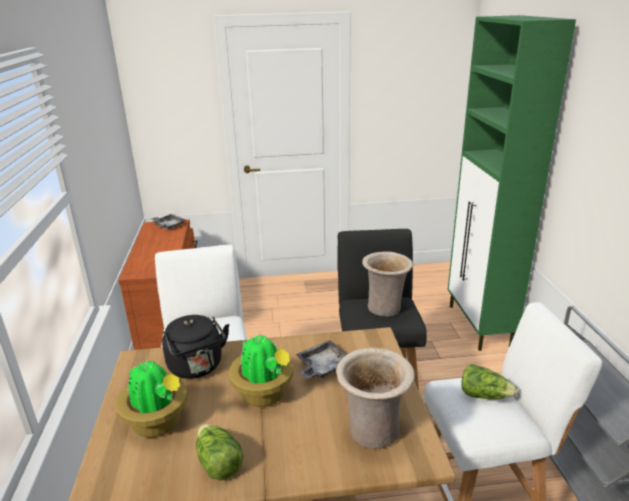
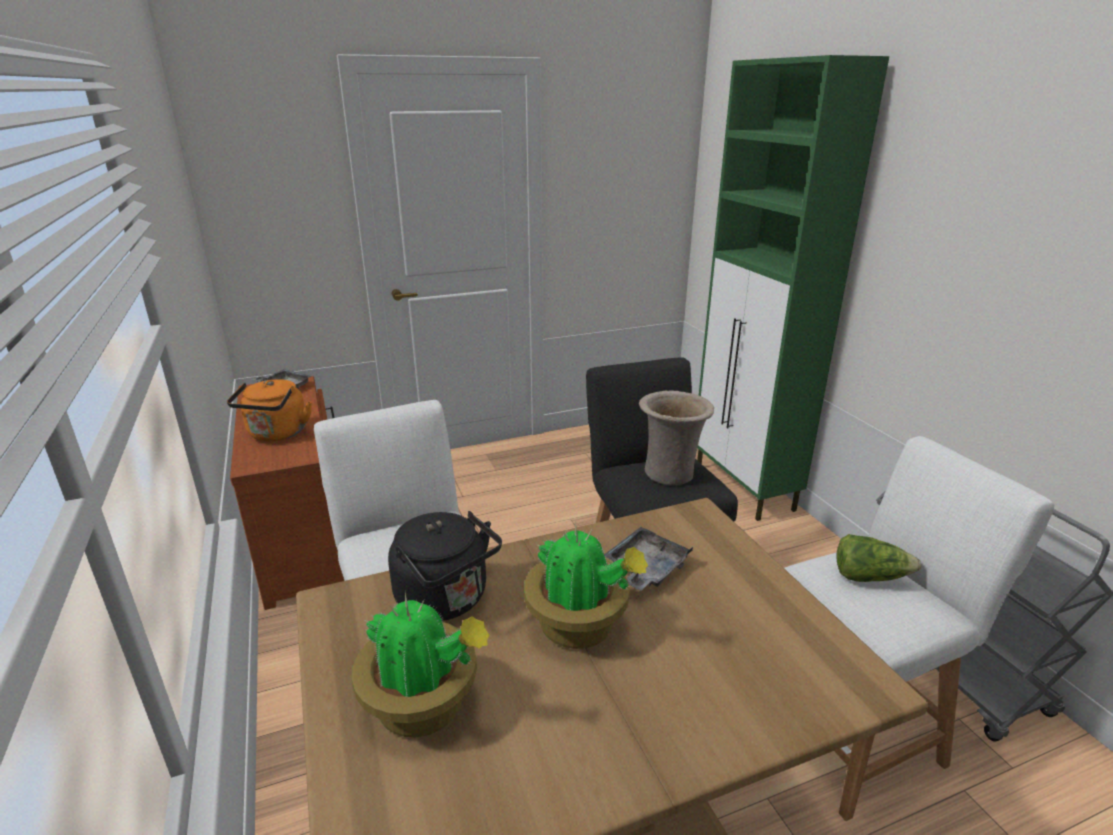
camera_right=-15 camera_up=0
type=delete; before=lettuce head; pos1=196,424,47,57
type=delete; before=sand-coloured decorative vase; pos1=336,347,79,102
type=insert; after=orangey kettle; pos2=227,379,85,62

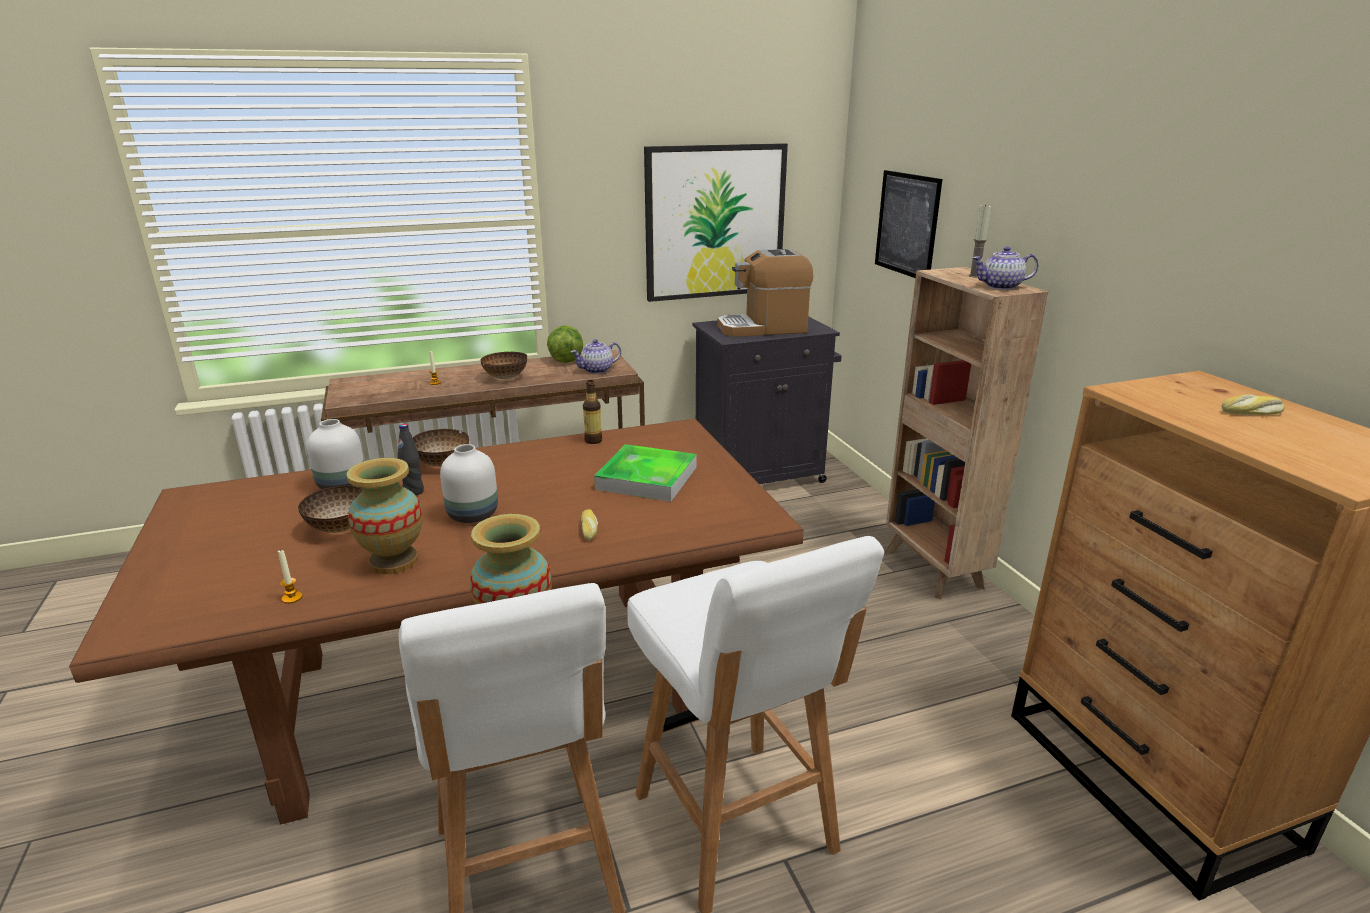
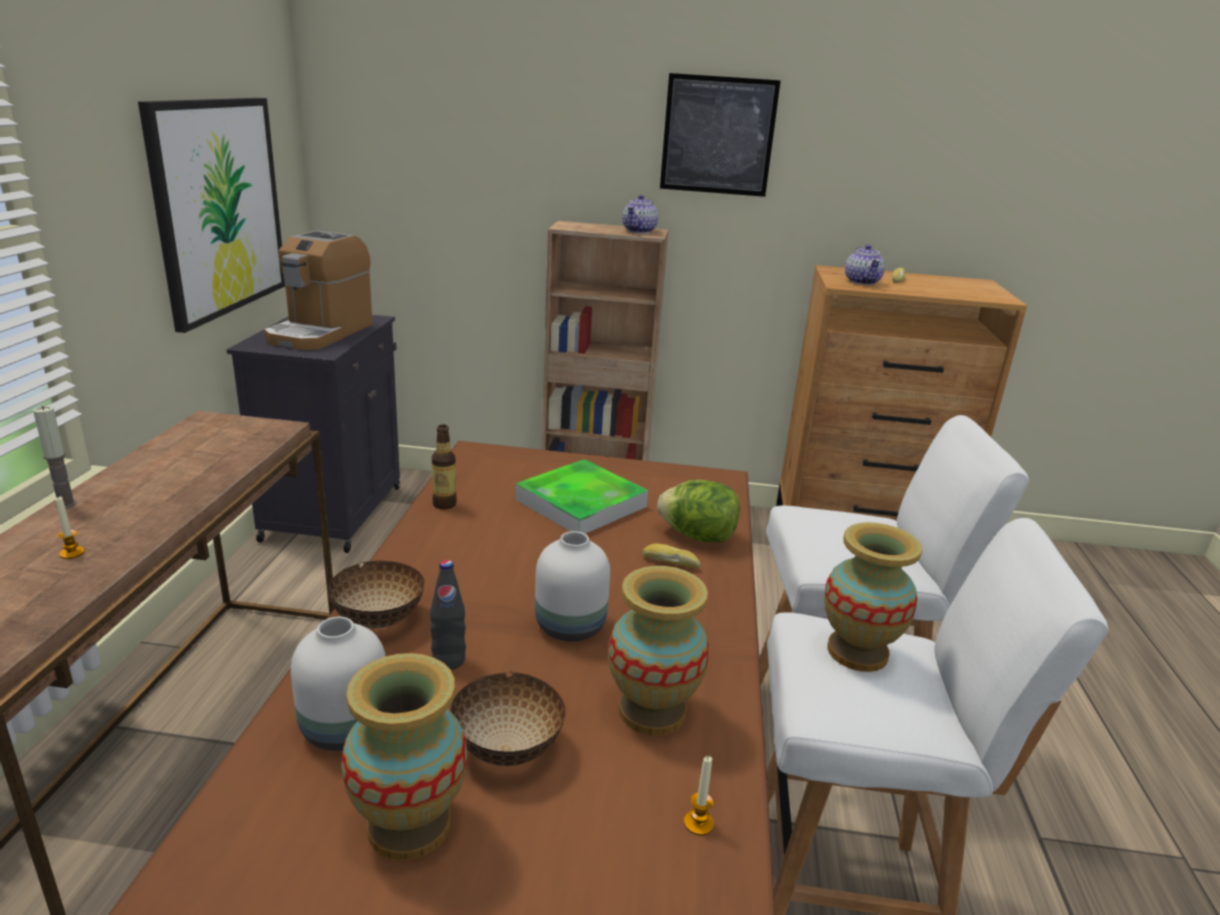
camera_right=-65 camera_up=0
type=delete; before=serving bowl; pos1=480,352,47,27
type=insert; after=decorative vase; pos2=341,653,126,208
type=move; before=lettuce head; pos1=547,325,36,38; pos2=657,480,83,62
type=move; before=tea pot; pos1=571,339,50,35; pos2=845,244,40,41
type=move; before=wall art; pos1=875,170,67,108; pos2=660,73,121,124
type=move; before=wax light; pos1=969,204,22,74; pos2=33,406,44,102

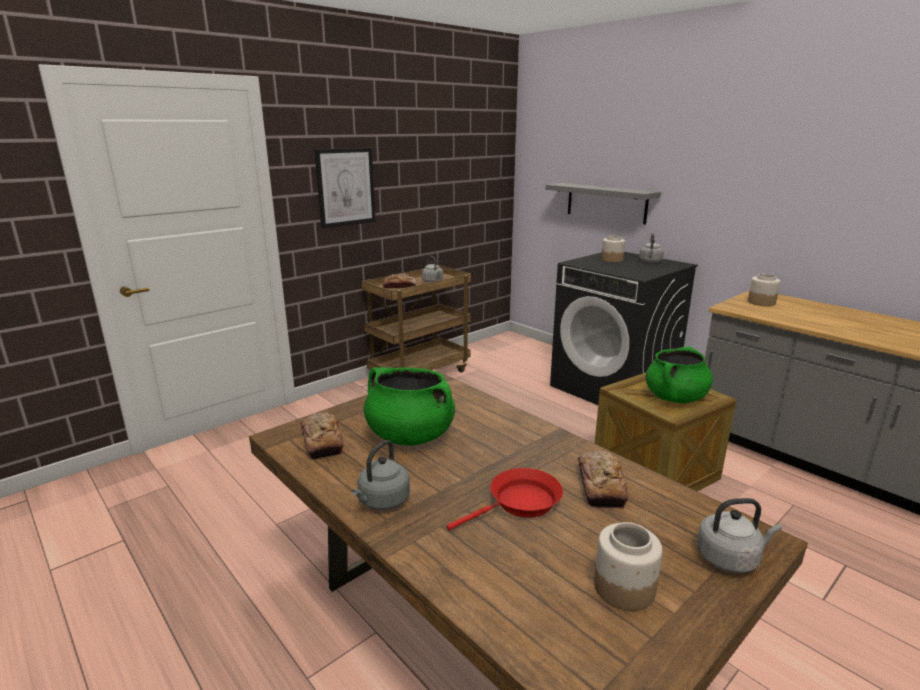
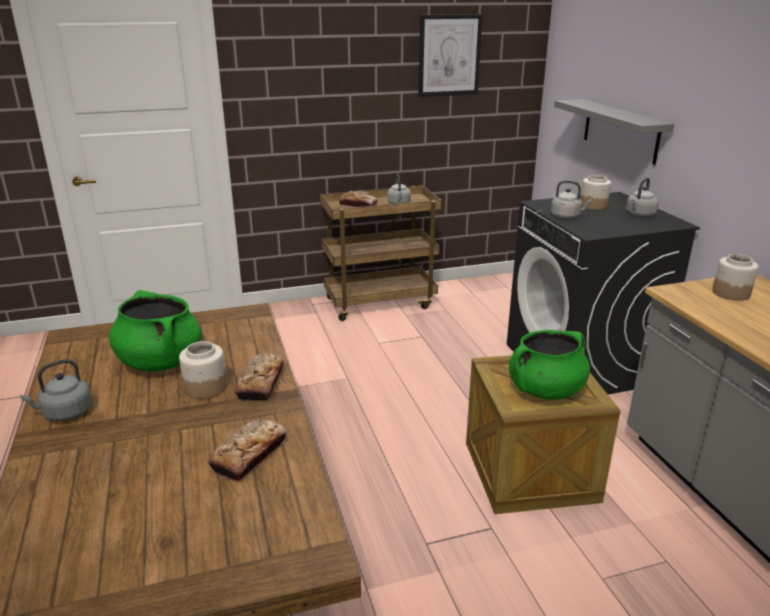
camera_right=25 camera_up=5
type=delete; before=red-coloured pan; pos1=446,468,117,62
type=move; before=baked bread; pos1=301,413,42,47; pos2=235,353,49,49
type=move; before=wall art; pos1=315,148,61,81; pos2=418,14,65,83
type=move; before=storage jar; pos1=594,522,69,89; pos2=179,341,48,58
type=move; before=grey kettle; pos1=697,498,85,75; pos2=551,180,41,39

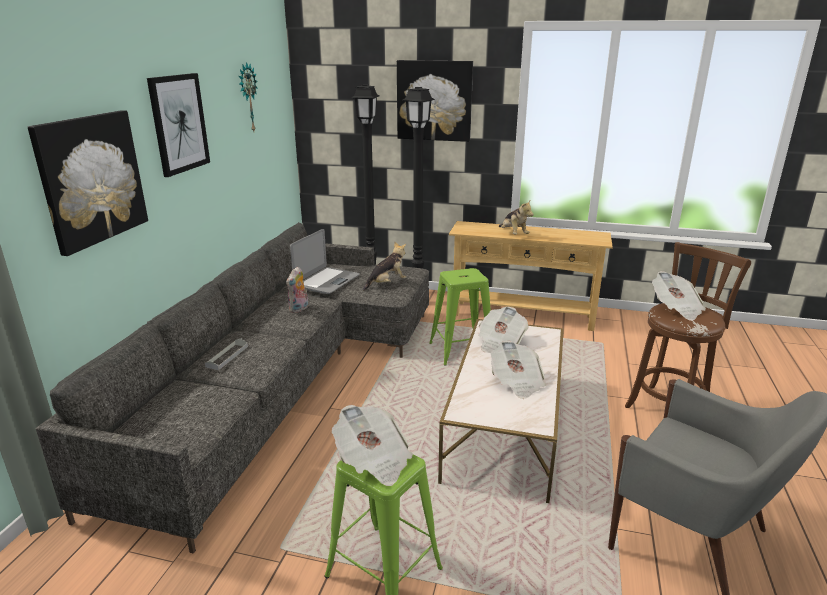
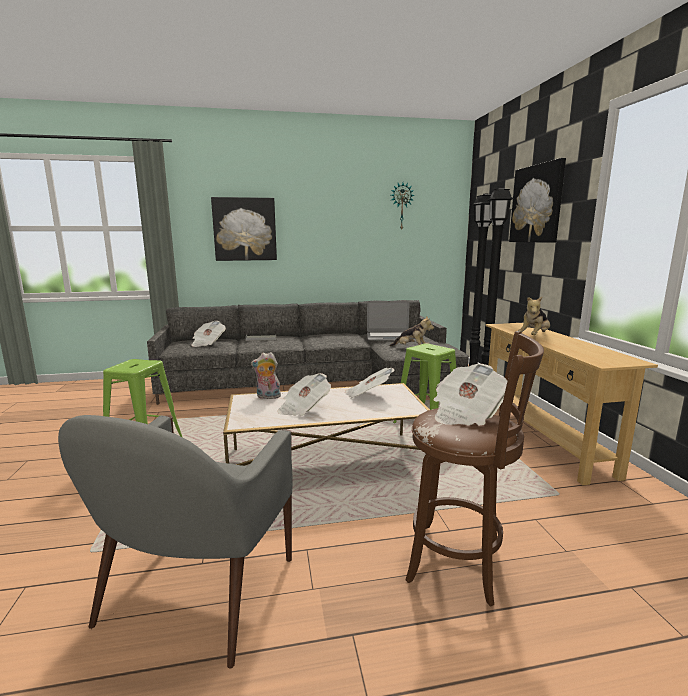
camera_right=65 camera_up=-10
type=delete; before=wall art; pos1=147,73,63,104
type=move; before=soft toy; pos1=286,266,22,47; pos2=251,352,30,47
type=move; before=newspaper; pos1=332,405,81,81; pos2=191,321,35,26

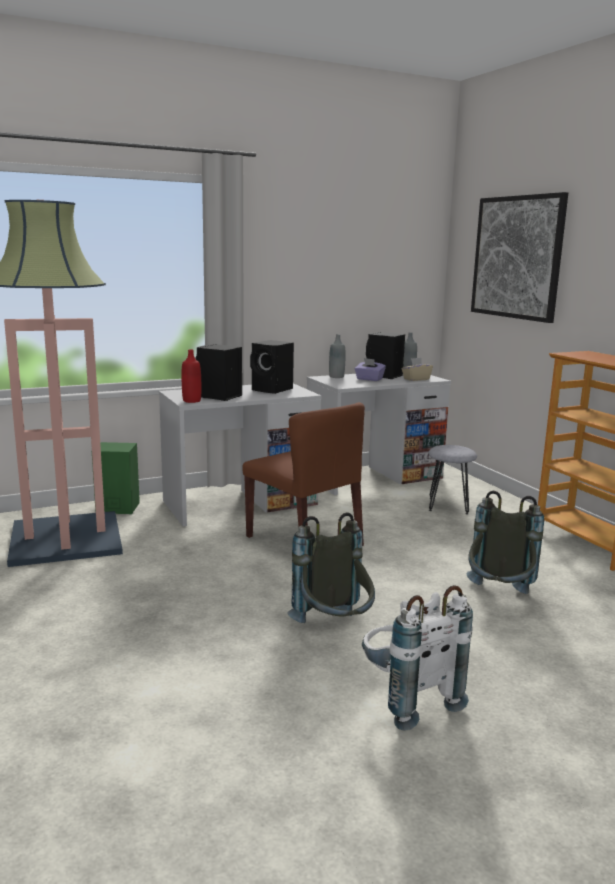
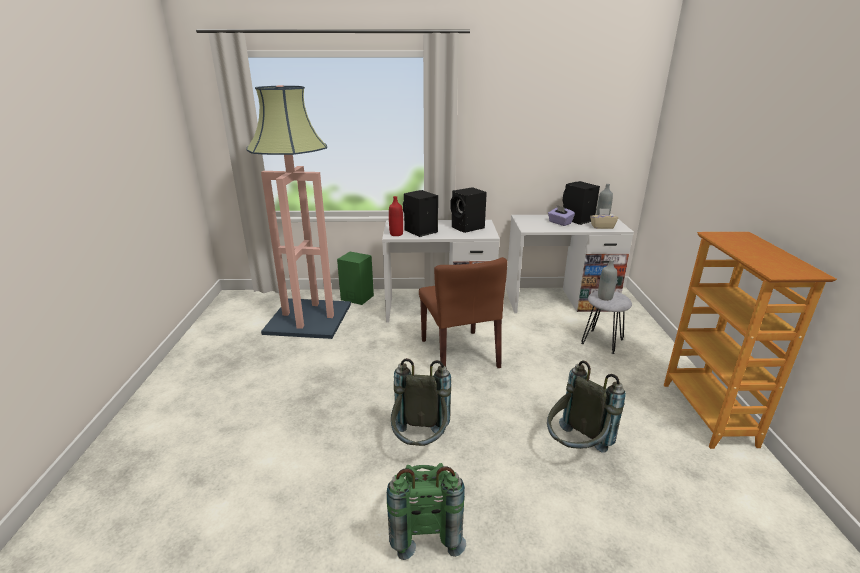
camera_right=25 camera_up=10
type=delete; before=wall art; pos1=471,192,97,131
type=move; before=grey bottle; pos1=329,334,16,44; pos2=598,259,19,42
type=recolor; before=white-coloured knapsack; after=green-coloured knapsack; pos1=362,585,111,146; pos2=387,463,79,97

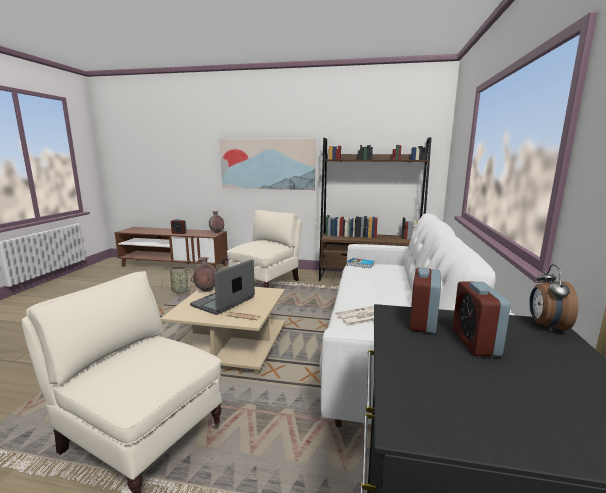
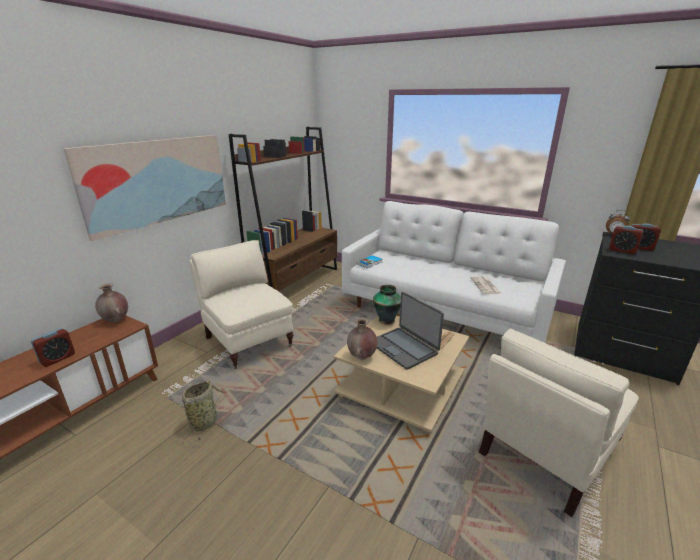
camera_right=-70 camera_up=10
type=insert; after=decorative vase; pos2=373,285,28,40

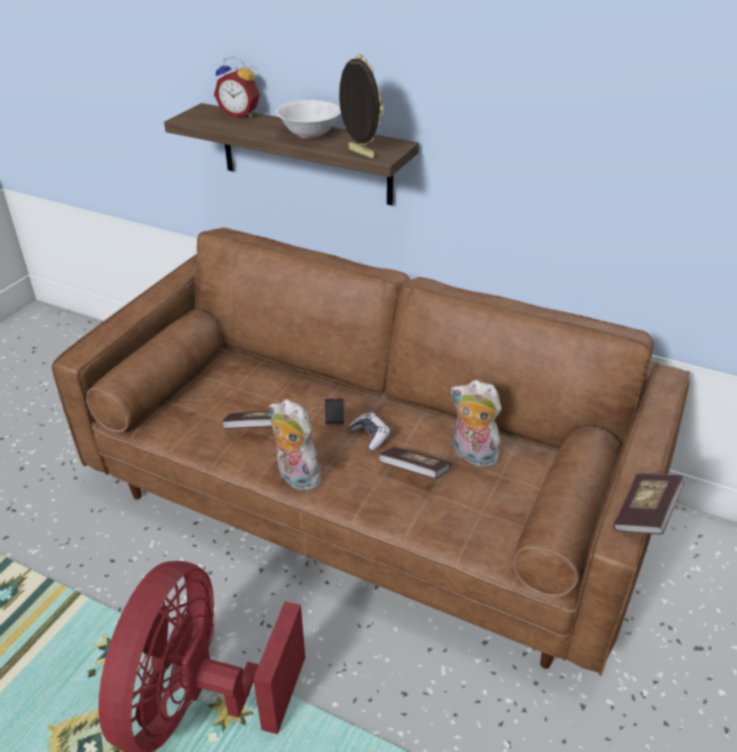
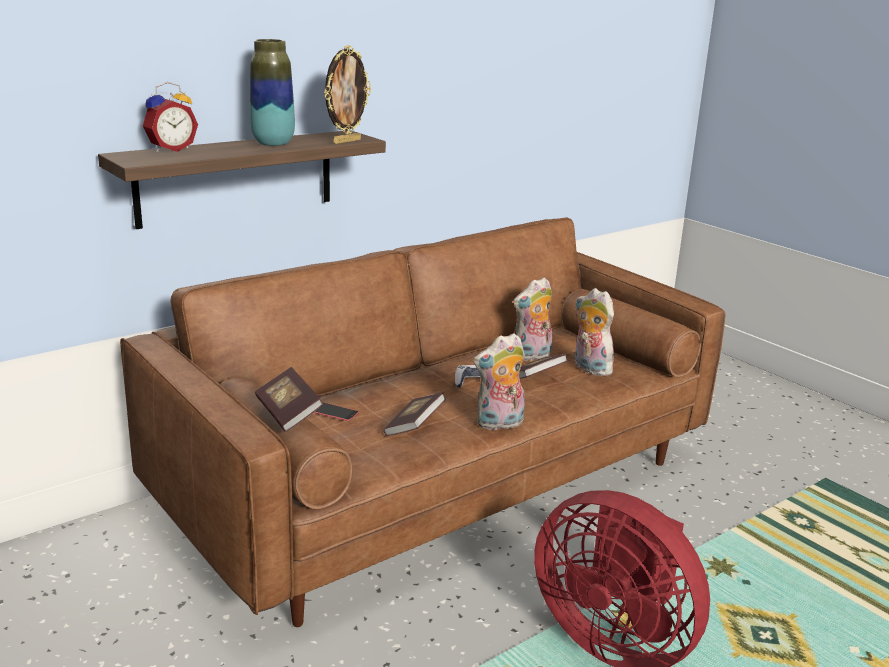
camera_right=-65 camera_up=-15
type=insert; after=soft toy; pos2=575,288,42,88
type=move; before=handset; pos1=324,398,21,28; pos2=314,402,45,19
type=move; before=volume; pos1=613,474,71,60; pos2=255,367,68,65
type=replace; before=white-coloured serving bowl; after=decorative vase; pos1=276,100,65,39; pos2=250,39,45,107
type=rotate; before=photo frame; pos1=339,54,45,104; pos2=324,45,47,99; turn=150

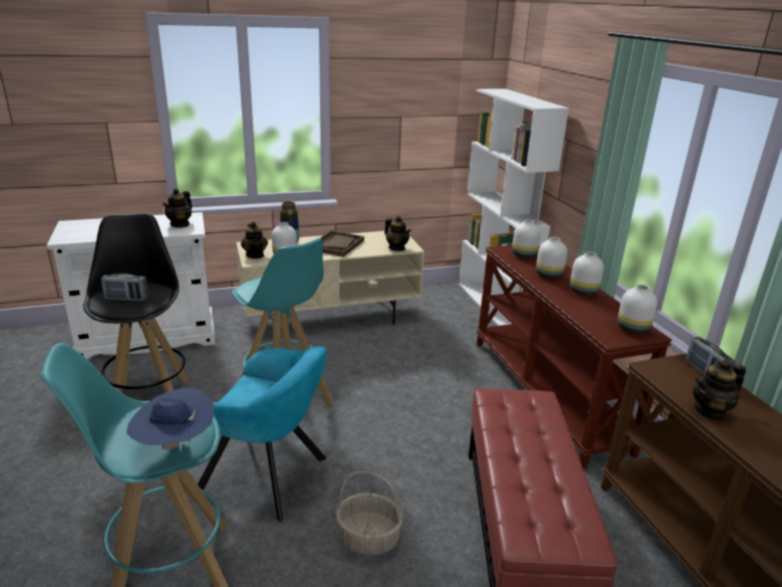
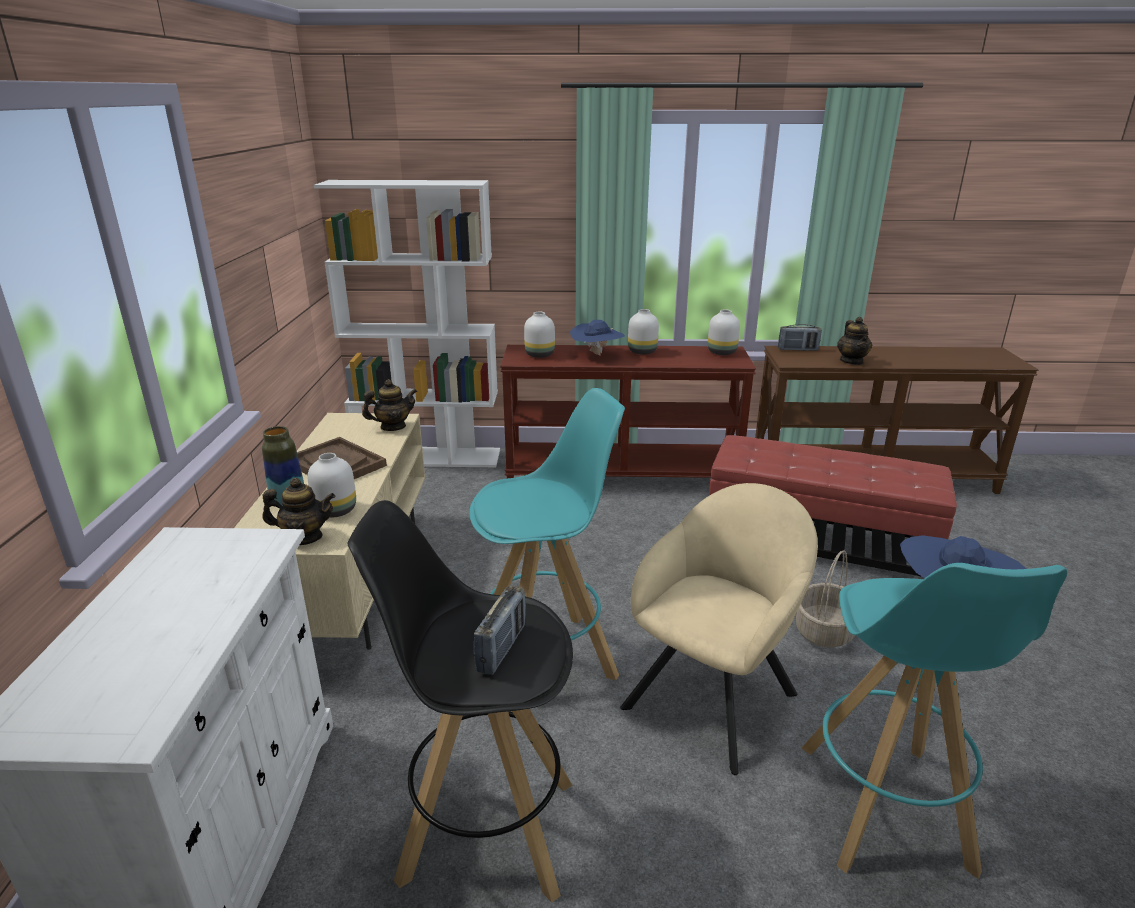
camera_right=-70 camera_up=0
type=delete; before=tea pot; pos1=163,188,29,40
type=replace; before=white-coloured decorative vase; after=blue-coloured hat; pos1=536,237,31,42; pos2=570,320,55,36
type=recolor; before=blue-green lounge chair; after=sand-coloured lounge chair; pos1=198,346,129,175; pos2=620,483,198,292

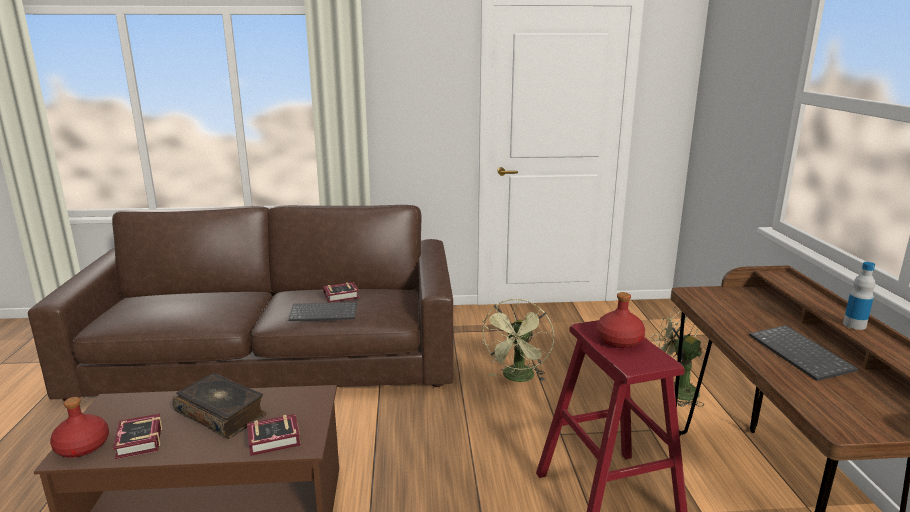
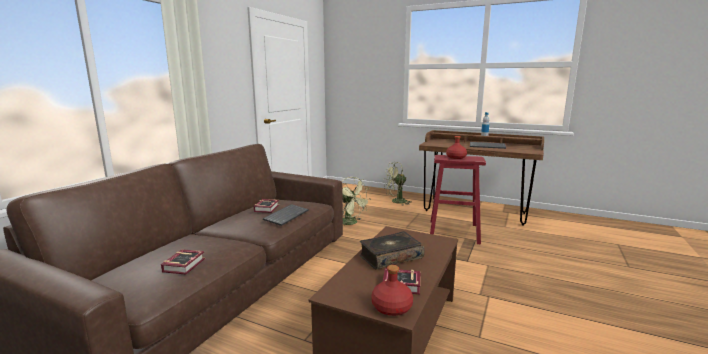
camera_right=-60 camera_up=-5
type=move; before=volume; pos1=247,414,54,42; pos2=161,249,44,26

